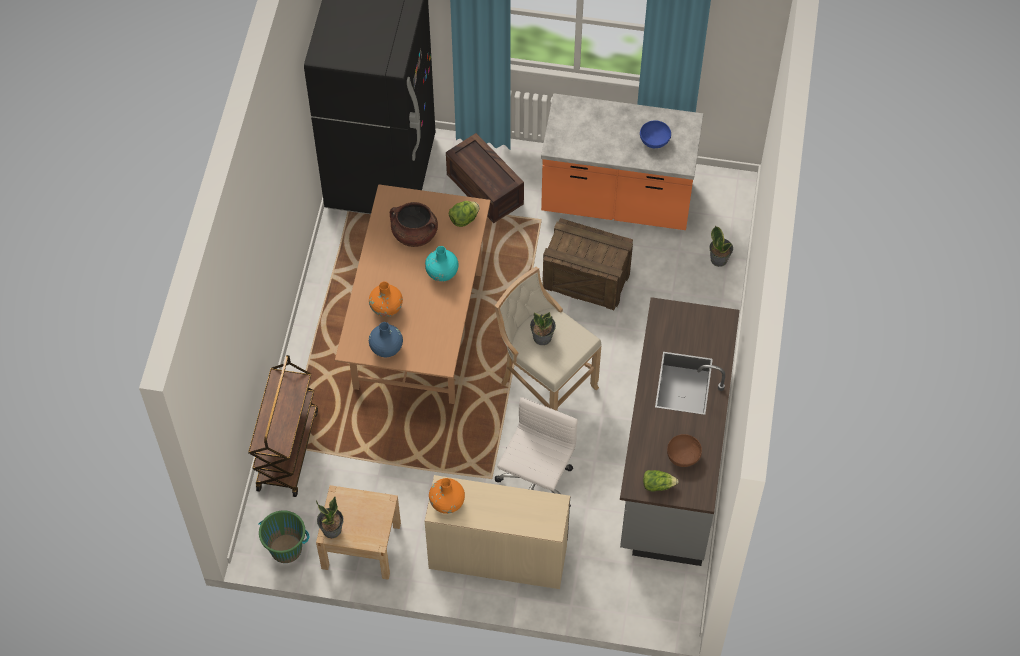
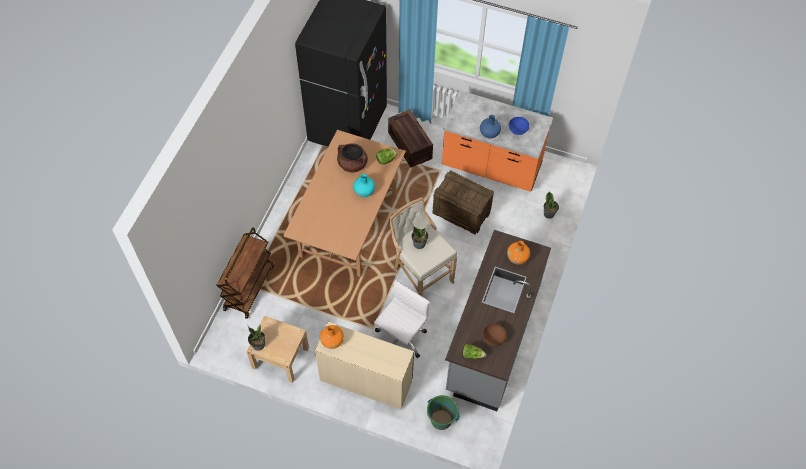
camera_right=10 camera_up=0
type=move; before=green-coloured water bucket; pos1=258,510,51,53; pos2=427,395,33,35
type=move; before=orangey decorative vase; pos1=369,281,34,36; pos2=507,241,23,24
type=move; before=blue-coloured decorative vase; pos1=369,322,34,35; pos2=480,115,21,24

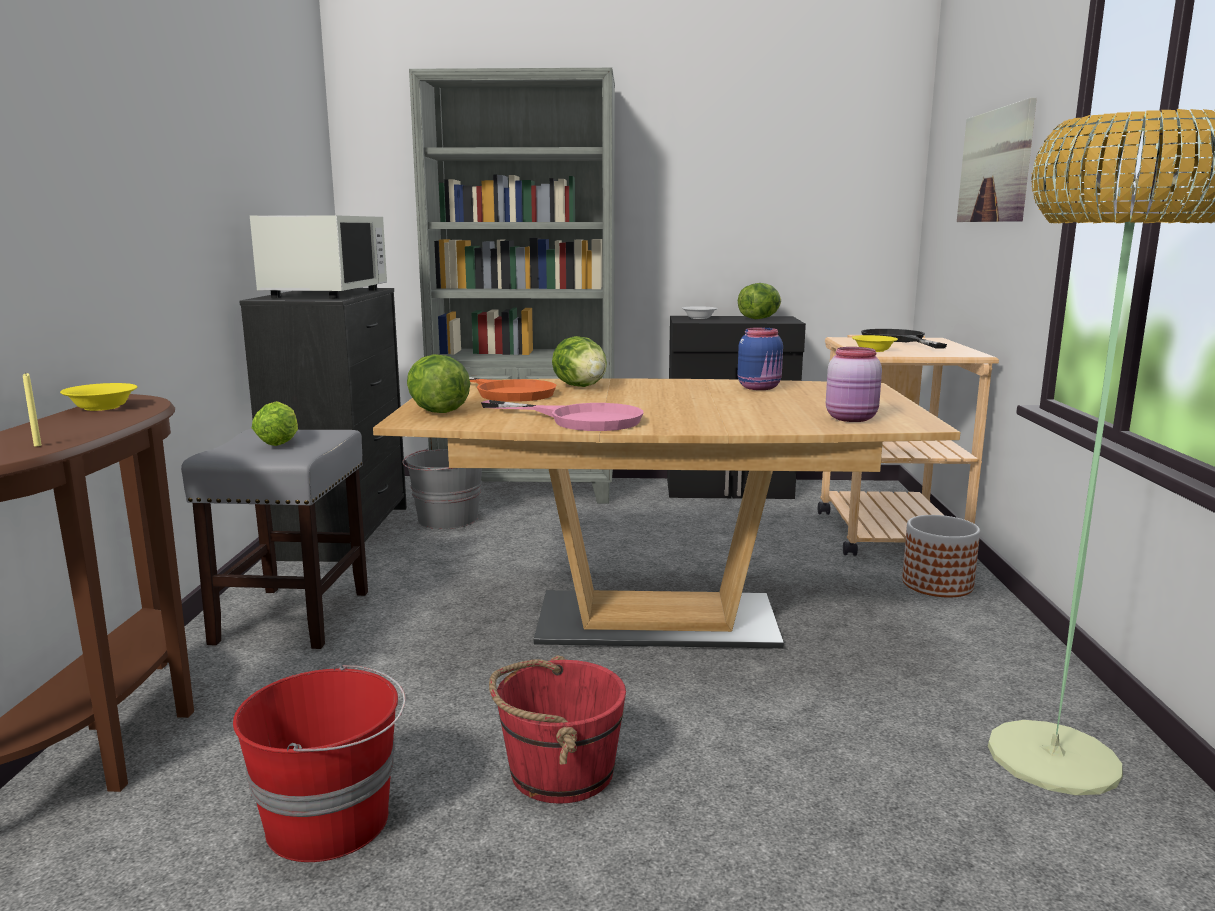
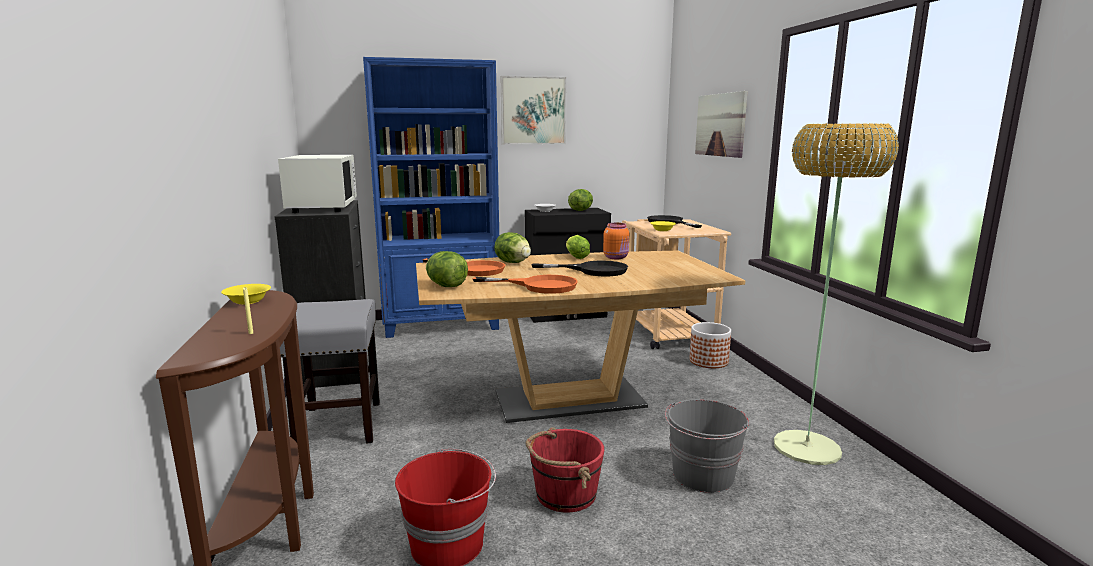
camera_right=-15 camera_up=0
type=delete; before=pink-coloured storage jar; pos1=826,347,56,75
type=insert; after=wall art; pos2=500,76,66,69
type=insert; after=blackish pan; pos2=531,261,97,15
type=move; before=lettuce head; pos1=252,401,46,45; pos2=566,235,24,24
type=move; before=grey water bucket; pos1=402,448,80,81; pos2=665,399,84,94
type=recolor; before=grey bookcase; after=blue-coloured bookcase; pos1=409,68,206,436; pos2=363,57,136,281
type=recolor; before=pink-coloured pan; after=orangey pan; pos1=481,400,162,31; pos2=473,275,105,19
type=recolor; before=blue-coloured storage jar; after=orangey storage jar; pos1=738,327,45,63; pos2=603,223,26,36

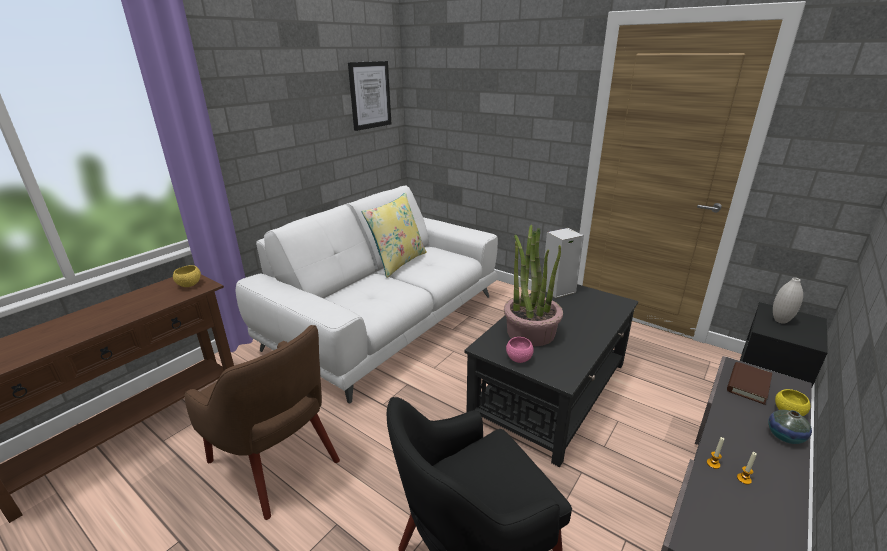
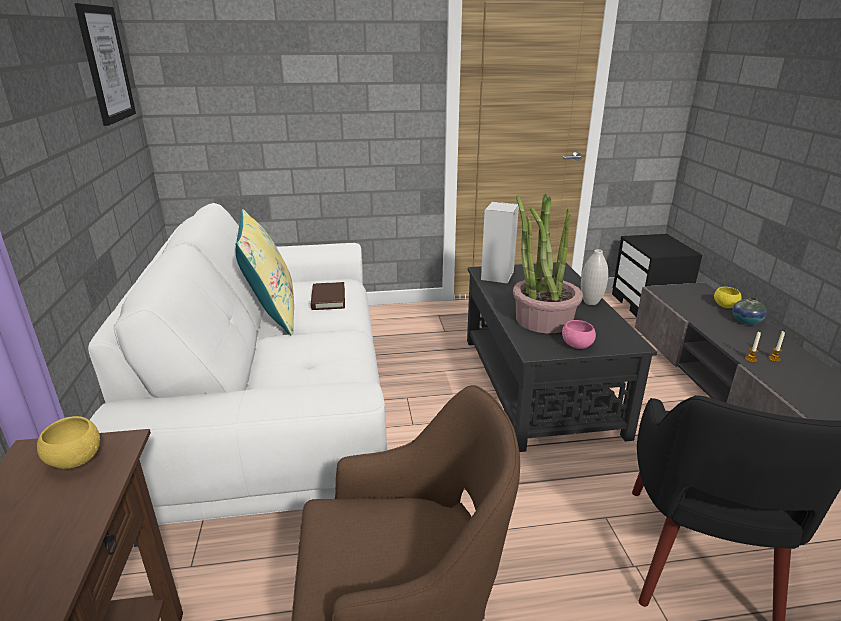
camera_right=-45 camera_up=0
type=move; before=brown-coloured volume; pos1=727,362,45,43; pos2=311,282,34,28
type=move; before=white-coloured decorative vase; pos1=773,278,30,46; pos2=581,249,27,56

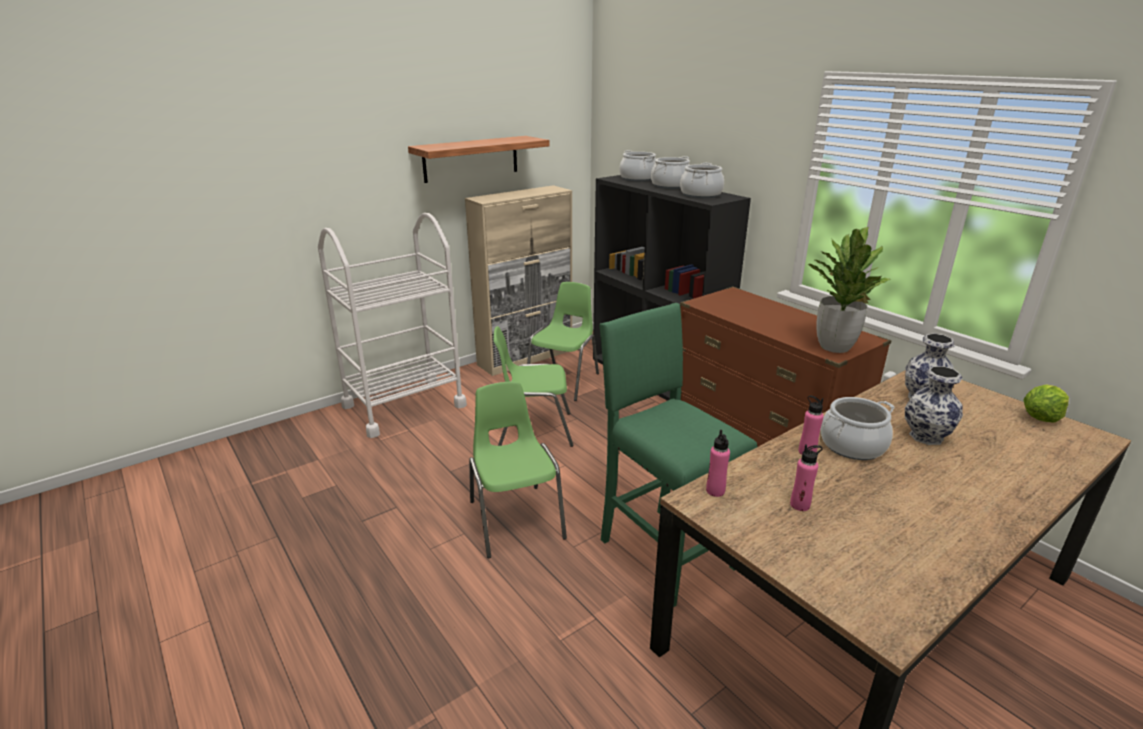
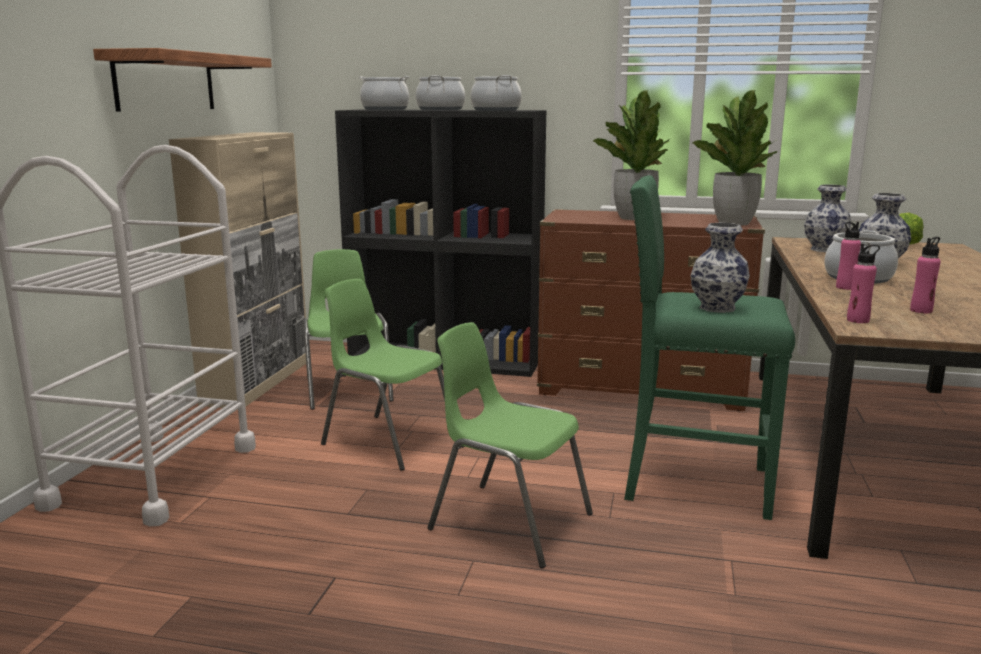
camera_right=-40 camera_up=-10
type=insert; after=houseplant; pos2=593,90,78,130
type=insert; after=decorative vase; pos2=690,223,60,90
type=rotate; before=green-coloured chair; pos1=494,326,80,121; pos2=321,279,124,192; turn=75

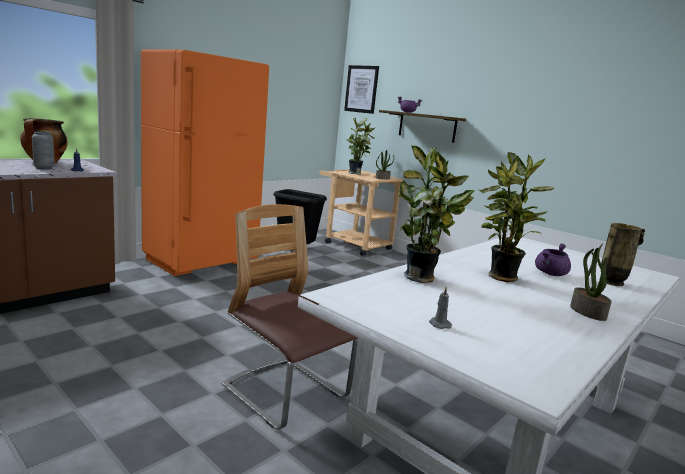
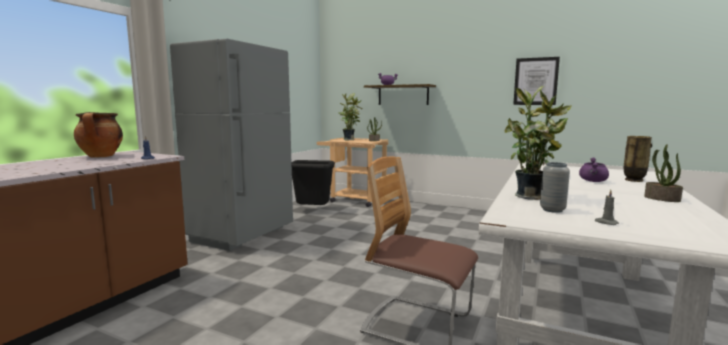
camera_right=-15 camera_up=-5
type=delete; before=houseplant; pos1=479,152,76,130
type=move; before=grey decorative vase; pos1=32,132,23,38; pos2=540,162,30,51
type=move; before=wall art; pos1=344,65,35,49; pos2=513,57,47,48
type=recolor; before=orangey kitchen fridge; after=grey kitchen fridge; pos1=141,49,128,227; pos2=170,39,123,212

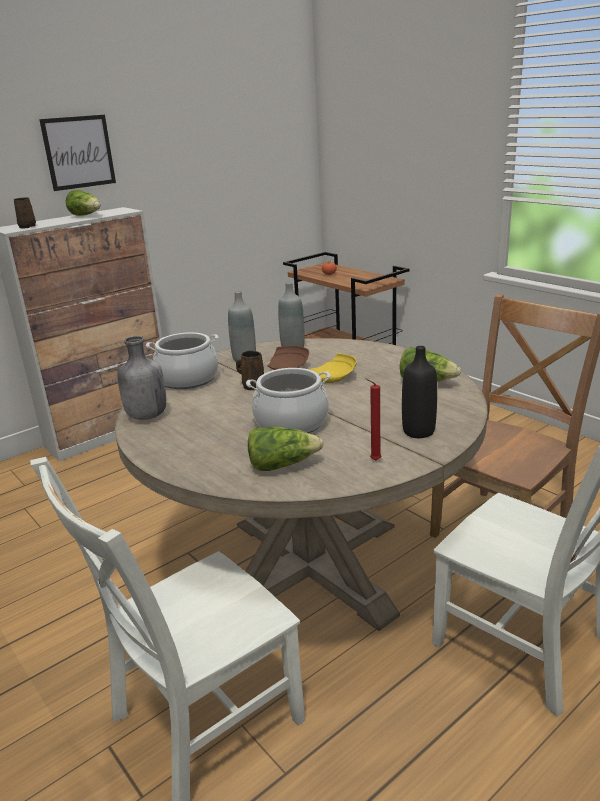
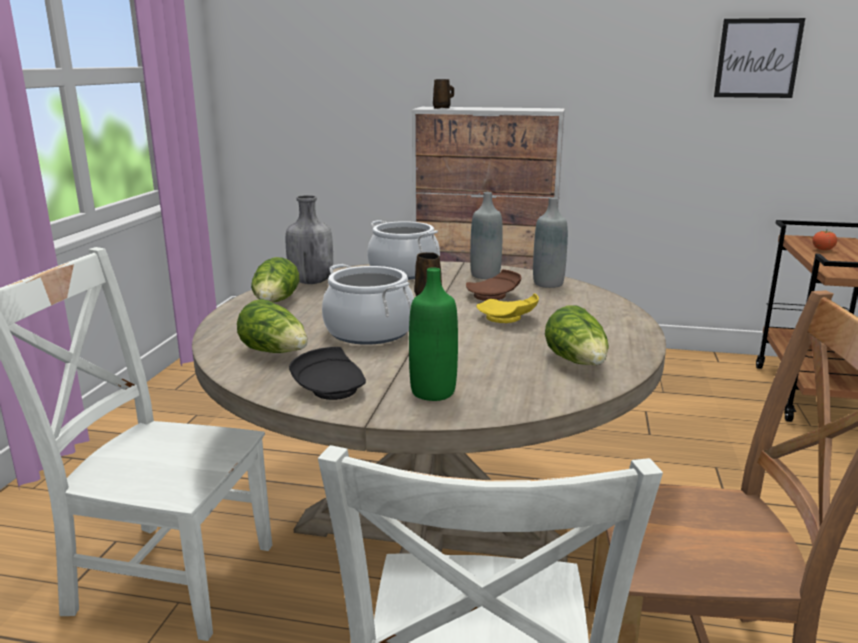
camera_right=50 camera_up=-5
type=move; before=wall art; pos1=39,115,77,76; pos2=714,18,91,80
type=move; before=lettuce head; pos1=65,190,36,26; pos2=251,257,48,45
type=replace; before=red-coloured wax light; after=blackish dinner plate; pos1=366,379,15,82; pos2=289,347,77,53
type=recolor; before=blackish bottle; after=green-coloured bottle; pos1=402,346,35,92; pos2=409,267,49,134

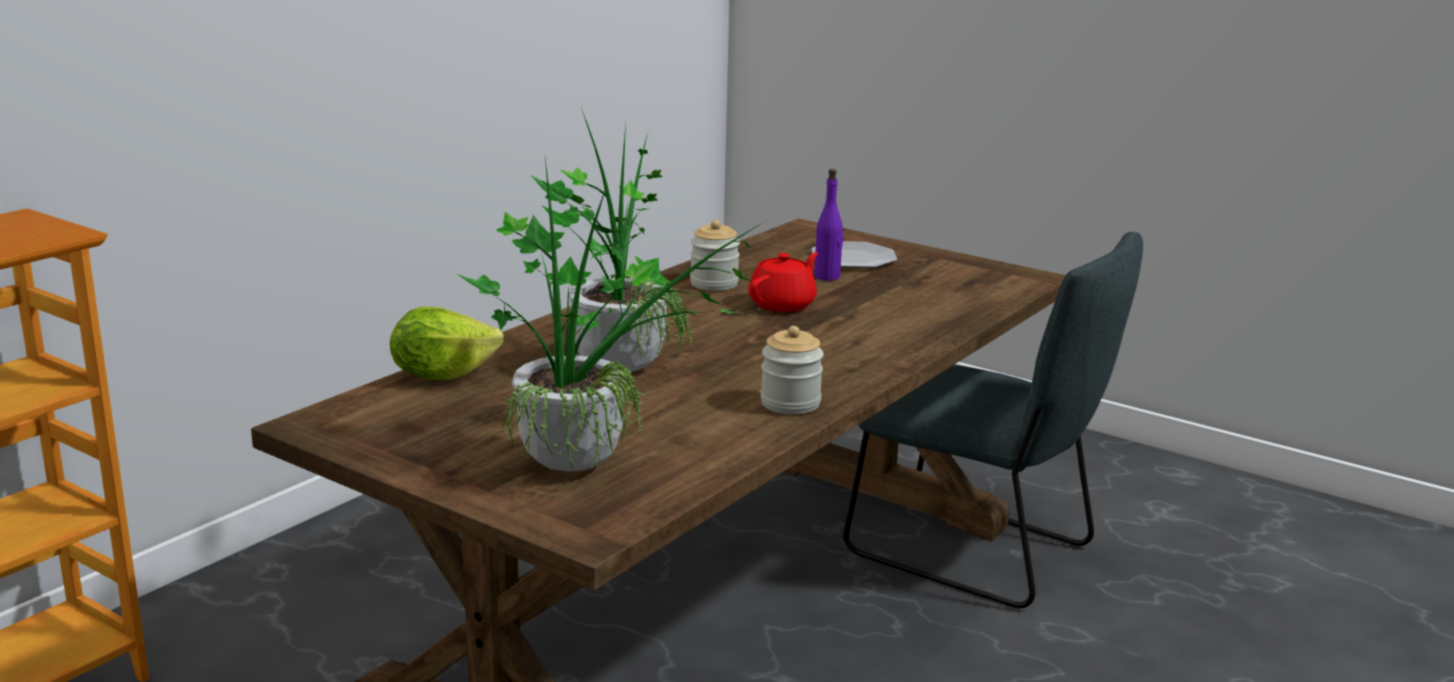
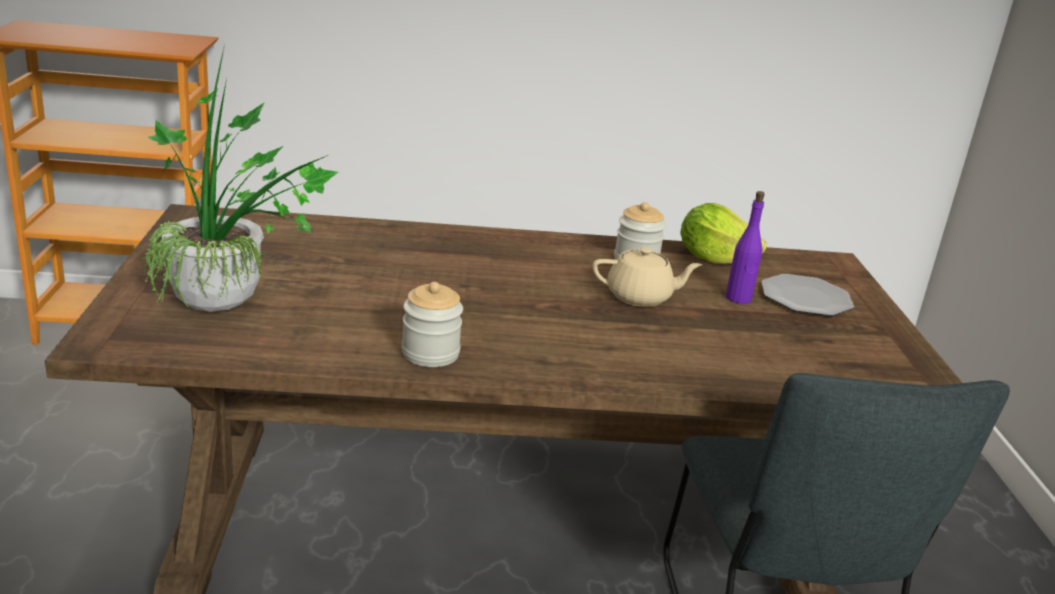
camera_right=50 camera_up=5
type=delete; before=houseplant; pos1=531,108,162,263
type=move; before=lettuce head; pos1=390,307,114,73; pos2=680,203,87,61
type=recolor; before=red-coloured tea pot; after=sand-coloured tea pot; pos1=749,252,69,60; pos2=592,247,110,60

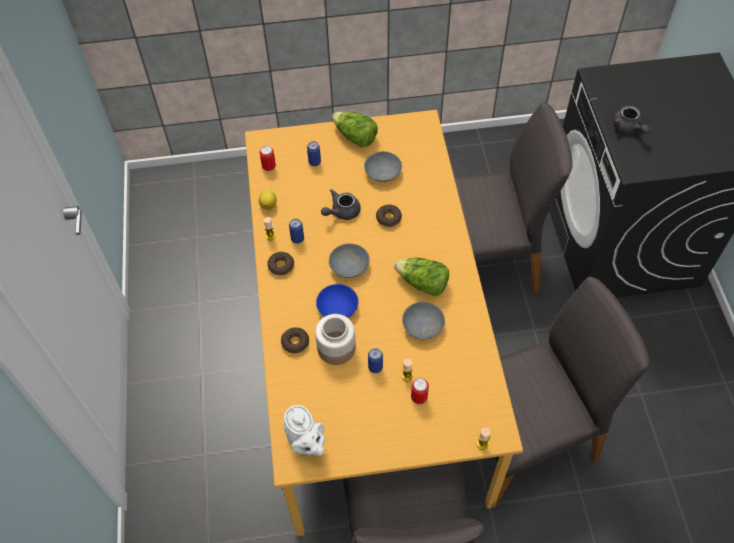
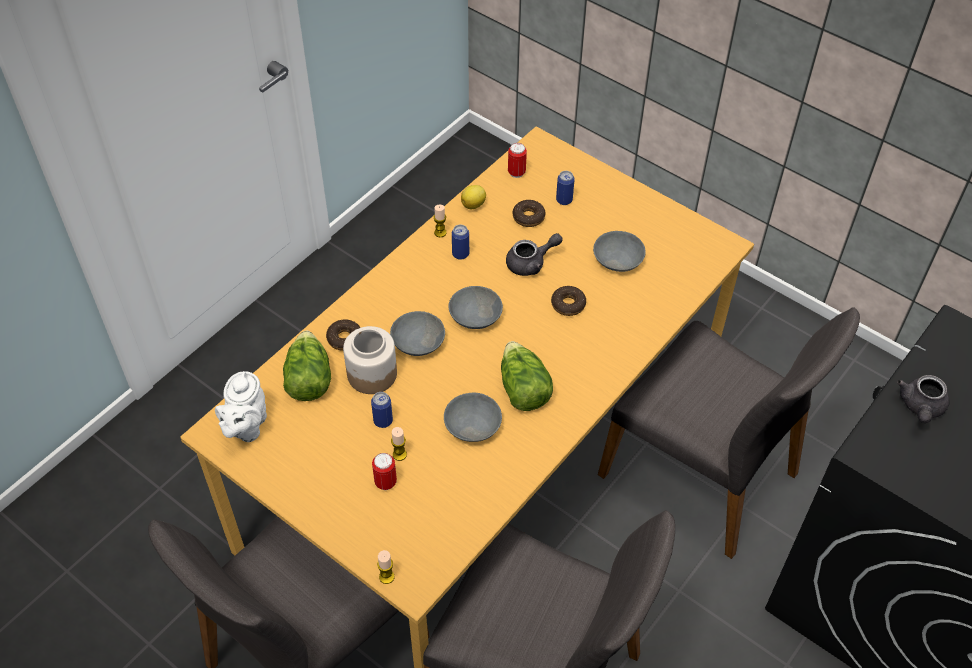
camera_right=45 camera_up=-5
type=move; before=ring doughnut; pos1=267,252,27,24; pos2=513,199,32,28
type=move; before=lettuce head; pos1=332,112,46,35; pos2=283,331,48,70
type=recolor; before=blue-coloured serving bowl; after=grey serving bowl; pos1=316,284,42,34; pos2=390,311,55,45
type=rotate; before=grey tea pot; pos1=321,189,40,31; pos2=506,233,57,43; turn=150

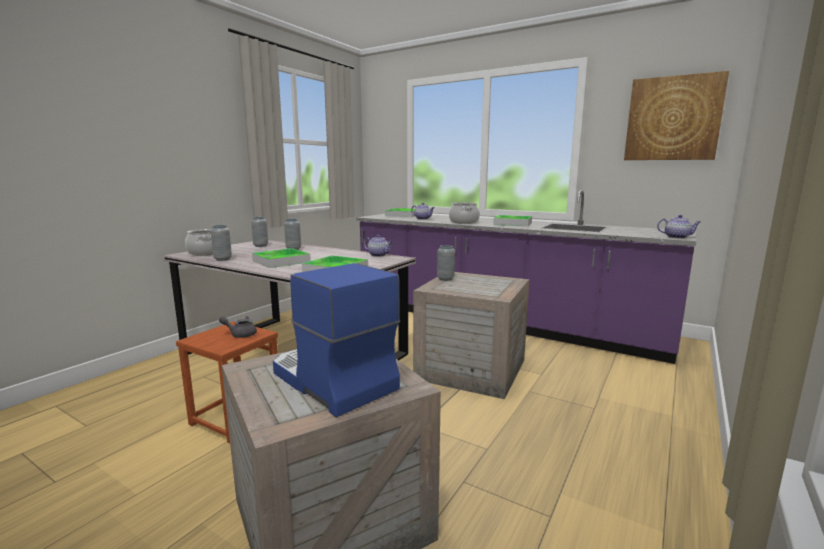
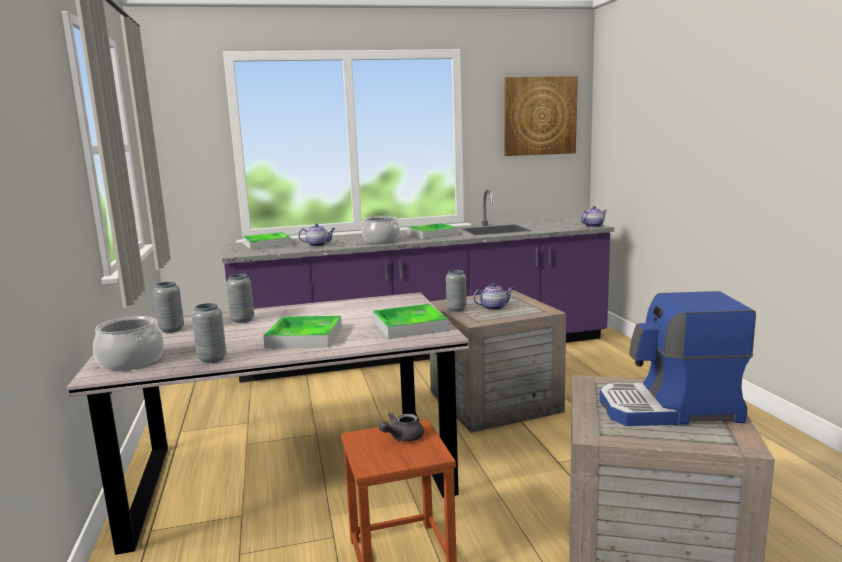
camera_right=-45 camera_up=0
type=move; before=tea pot; pos1=364,235,30,22; pos2=473,283,40,27

